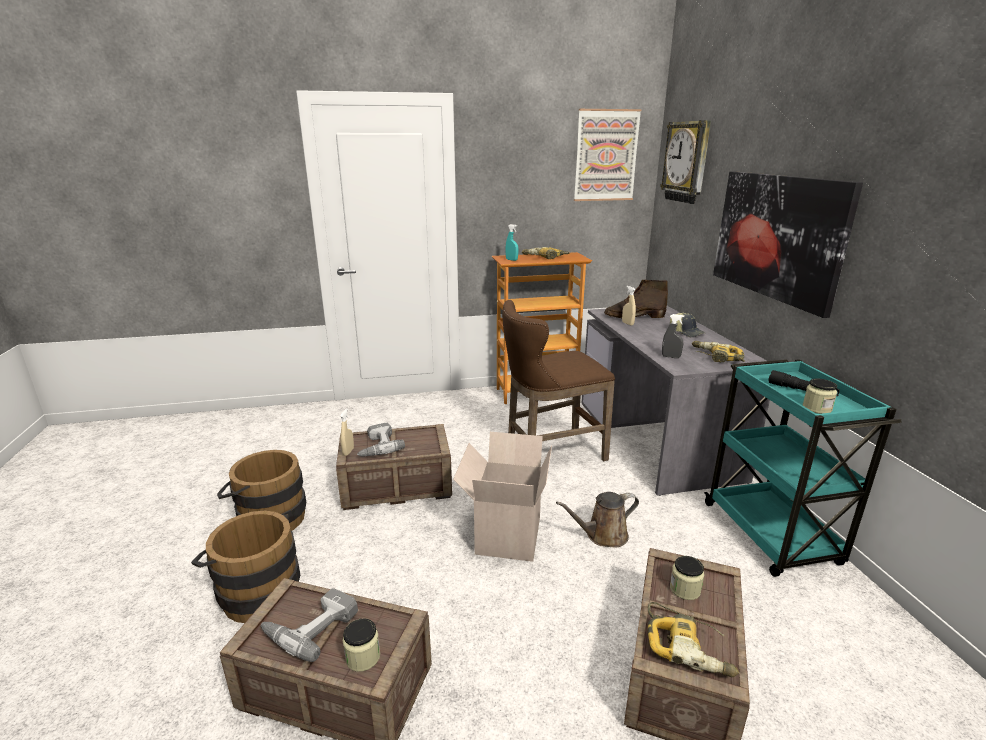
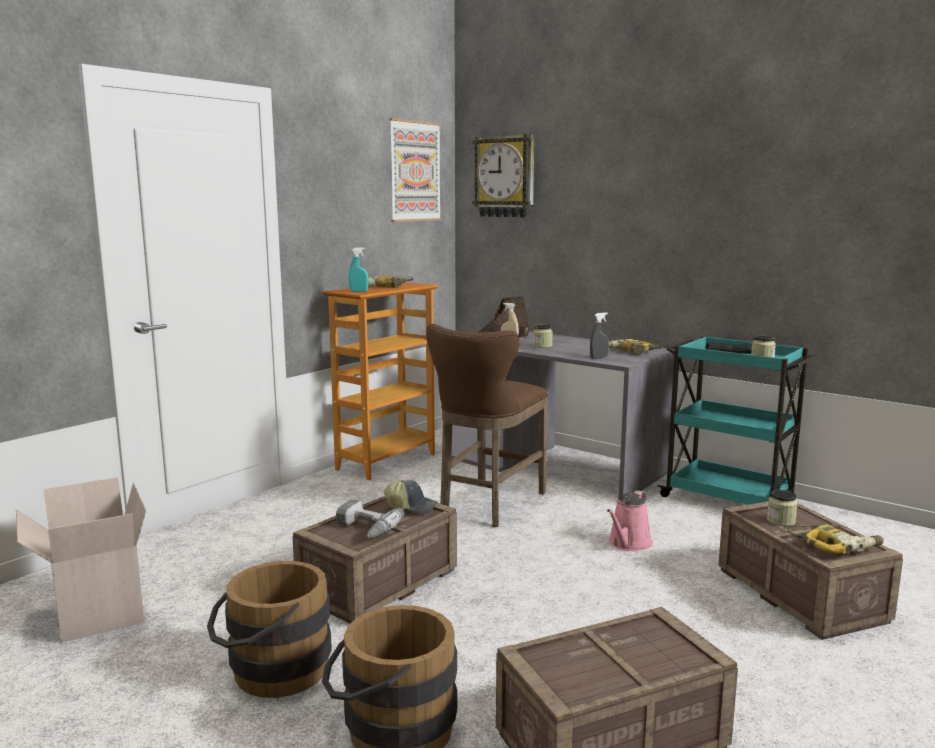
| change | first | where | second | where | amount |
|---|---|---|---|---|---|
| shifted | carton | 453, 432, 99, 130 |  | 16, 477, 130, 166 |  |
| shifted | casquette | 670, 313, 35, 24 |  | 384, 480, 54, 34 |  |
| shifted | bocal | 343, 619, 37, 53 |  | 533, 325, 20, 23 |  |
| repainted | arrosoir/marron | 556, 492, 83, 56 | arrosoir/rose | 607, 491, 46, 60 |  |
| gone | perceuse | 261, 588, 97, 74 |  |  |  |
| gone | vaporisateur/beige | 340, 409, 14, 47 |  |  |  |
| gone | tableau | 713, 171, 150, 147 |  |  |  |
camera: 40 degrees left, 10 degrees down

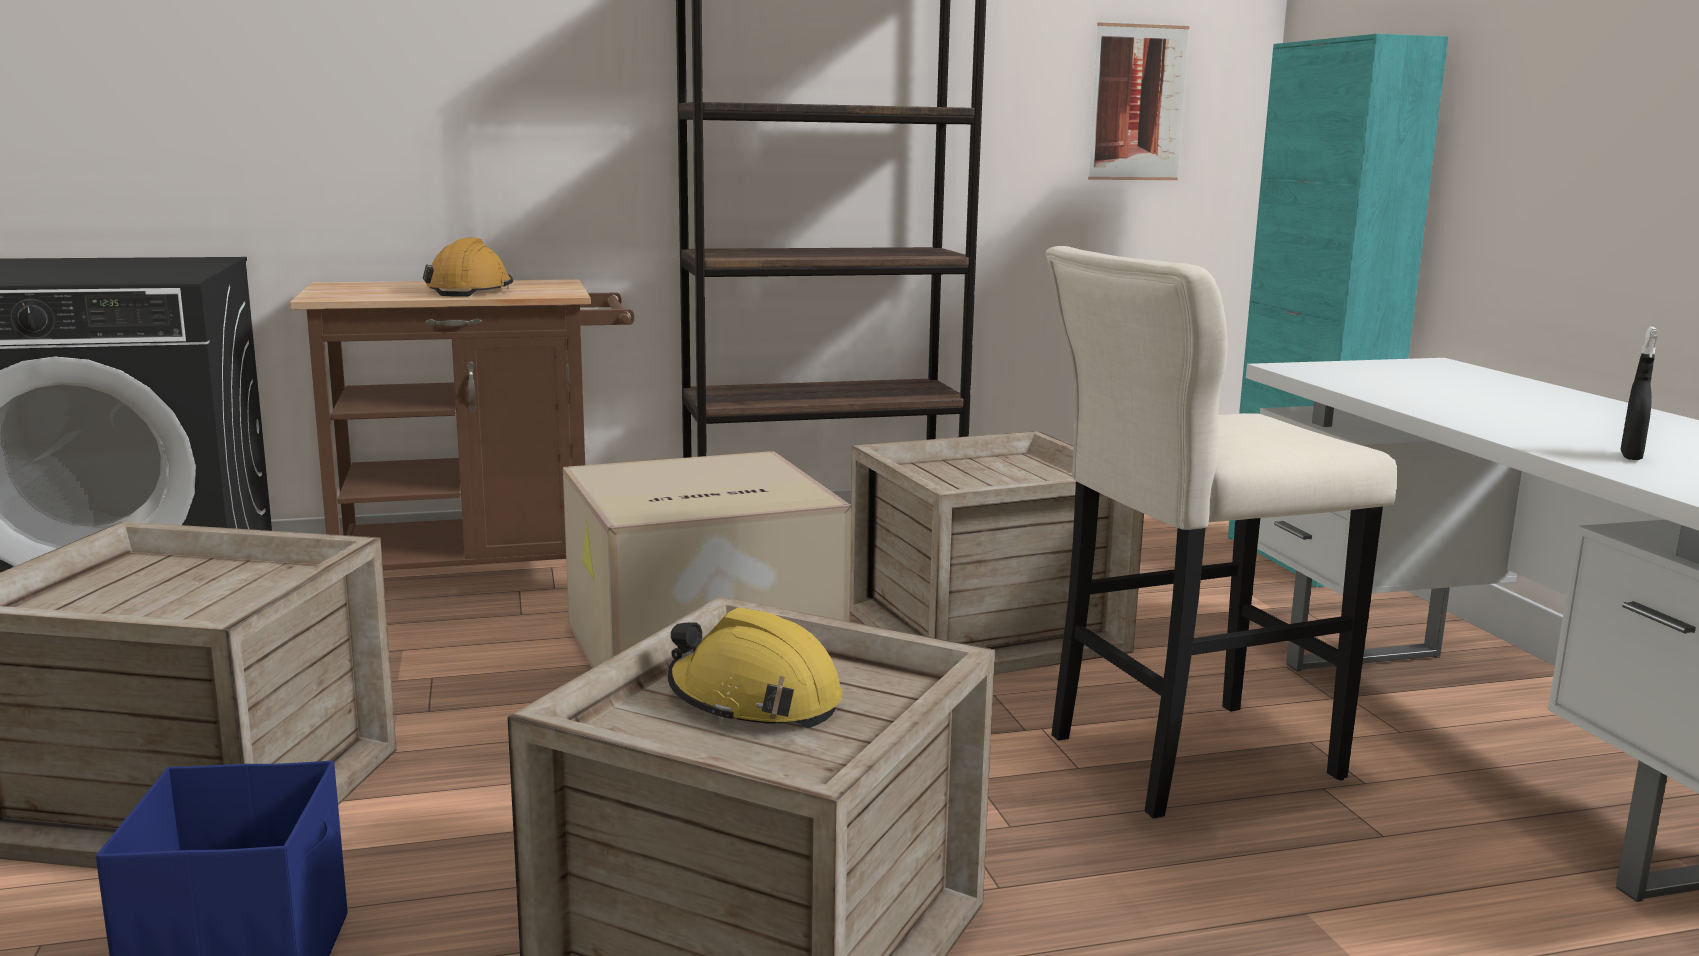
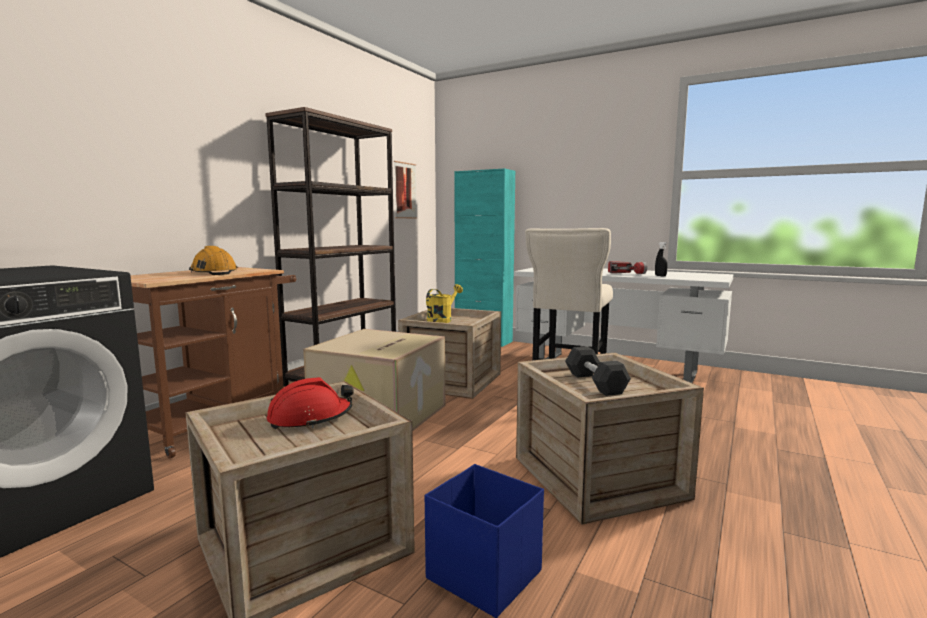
| change | first | where | second | where | amount |
|---|---|---|---|---|---|
| new |  |  | casque de chantier/rouge | 267, 377, 87, 52 |  |
| new |  |  | arrosoir/jaune | 426, 284, 37, 39 |  |
| swapped | casque de chantier/jaune | 668, 608, 175, 120 | haltère/gris | 565, 346, 66, 50 |  |
| new |  |  | lampe de poche | 608, 261, 39, 13 |  |
camera: 45 degrees left, 5 degrees down

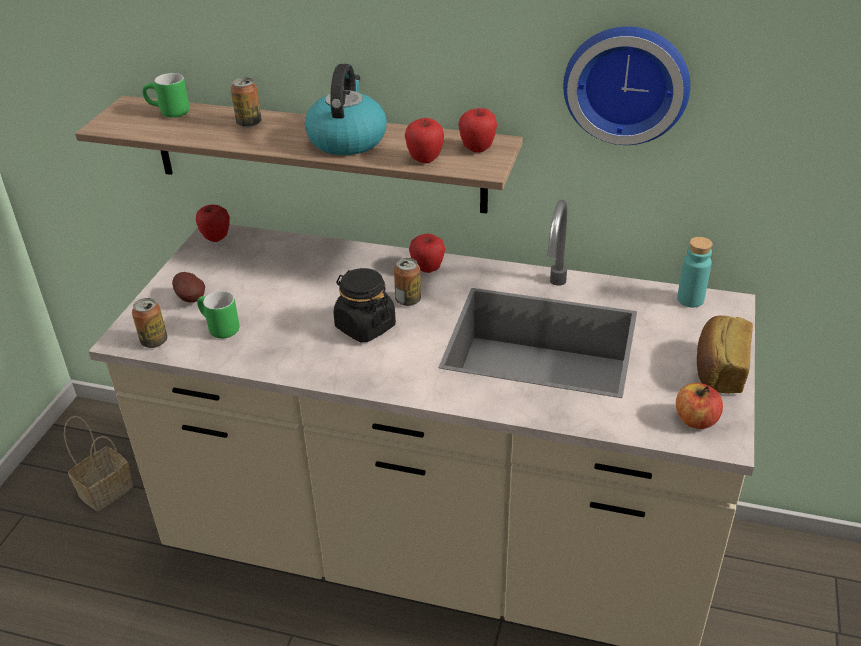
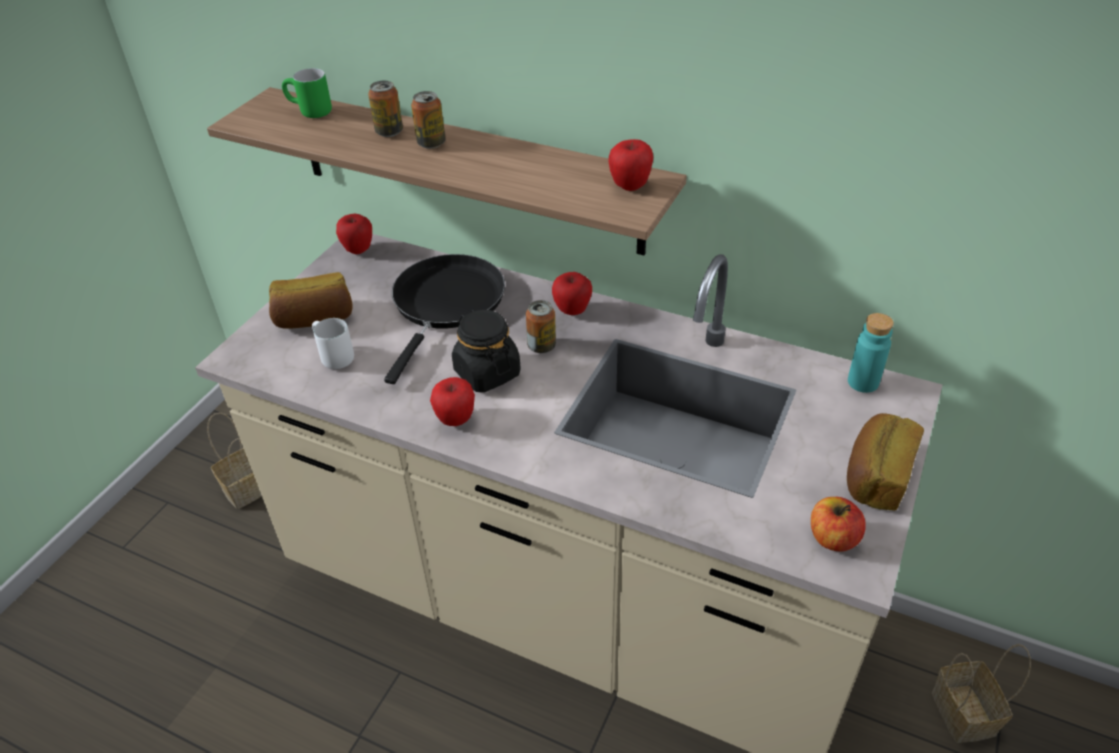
| change | first | where | second | where | amount |
|---|---|---|---|---|---|
| swapped | pomme de terre | 172, 272, 33, 30 | pain | 269, 272, 84, 57 |  |
| repainted | mug/vert | 197, 291, 42, 48 | mug/blanc | 312, 318, 42, 51 |  |
| new |  |  | poêle/noir | 384, 254, 121, 130 |  |
| shifted | boîte métallique | 132, 298, 35, 50 |  | 411, 91, 34, 58 |  |
| shifted | pomme | 405, 118, 39, 45 |  | 430, 377, 45, 49 |  |
| new |  |  | panier | 932, 644, 99, 99 |  |
| gone | bouilloire | 305, 64, 82, 91 |  |  |  |
| gone | horloge murale | 563, 26, 127, 119 |  |  |  |
camera: 10 degrees right, 5 degrees up

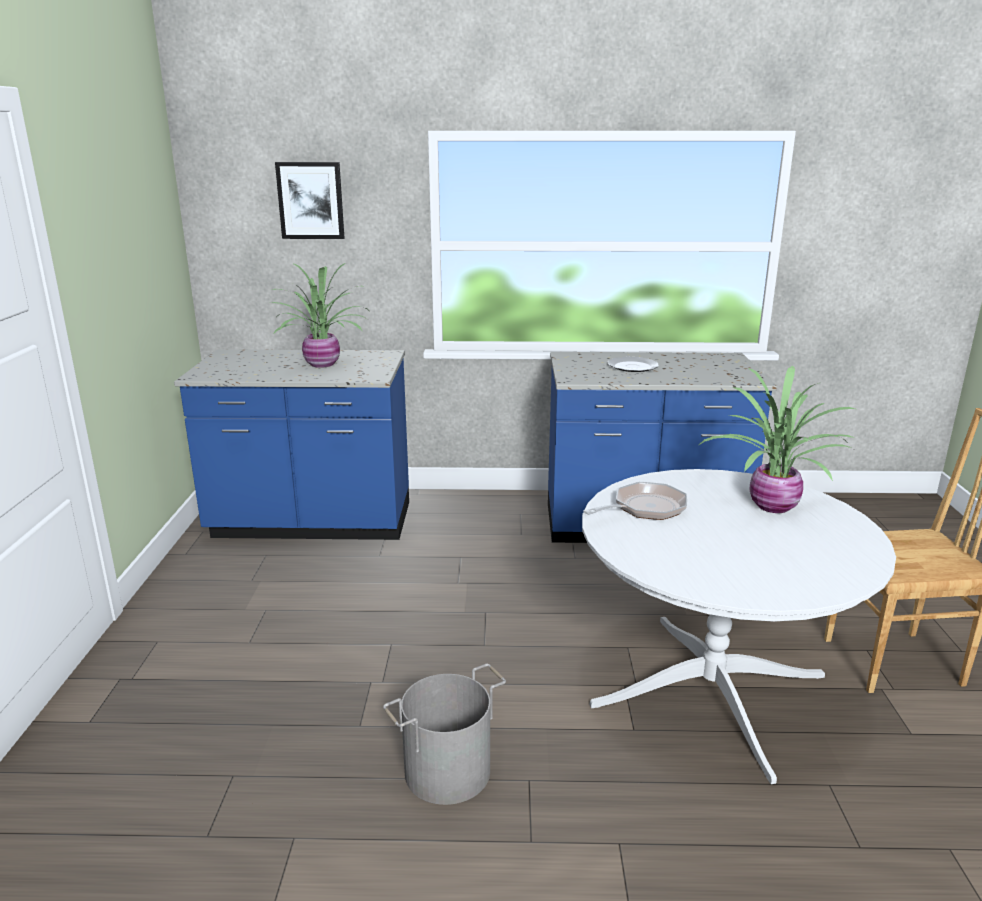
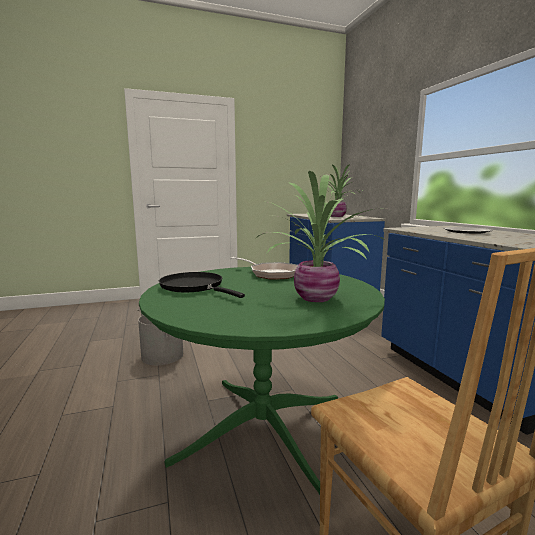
| change | first | where | second | where | amount |
|---|---|---|---|---|---|
| repainted | table à manger/blanc | 582, 469, 314, 315 | table à manger/vert | 139, 267, 246, 228 |  |
| new |  |  | poêle/noir | 159, 272, 86, 26 |  |
| gone | tableau | 275, 162, 69, 77 |  |  |  |
camera: 70 degrees right, 10 degrees down

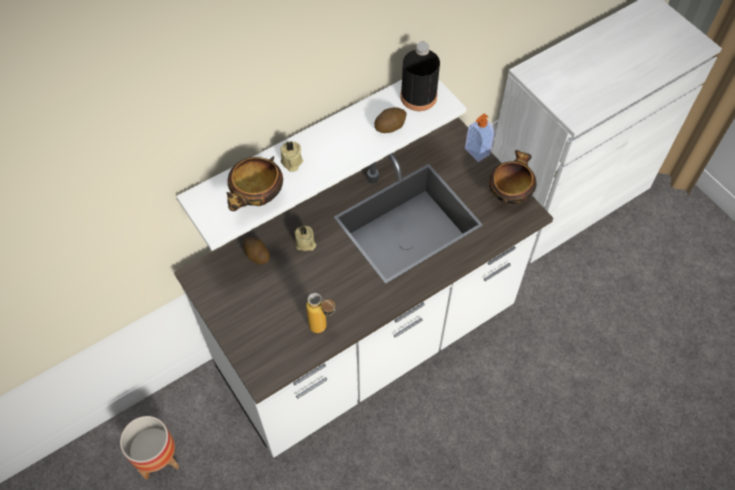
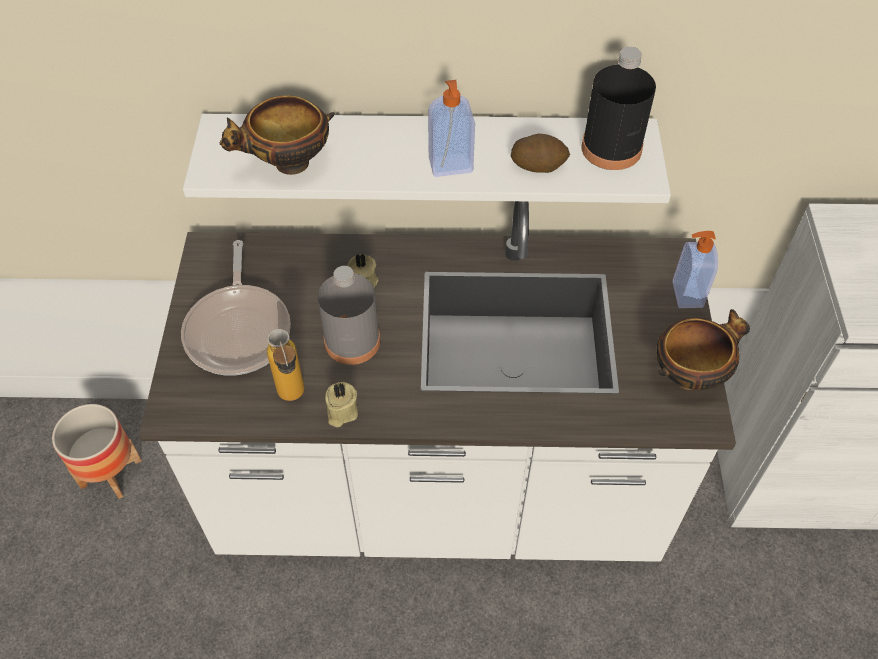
| change | first | where | second | where | amount |
|---|---|---|---|---|---|
| new |  |  | poêle | 181, 240, 110, 136 |  |
| new |  |  | bouteille/gris | 318, 266, 62, 99 |  |
| shifted | bougie/beige | 280, 141, 23, 31 |  | 325, 382, 33, 45 |  |
| new |  |  | distributeur de savon | 428, 80, 47, 97 |  |
| gone | pomme de terre | 243, 237, 27, 27 |  |  |  |
camera: 35 degrees right, 5 degrees down

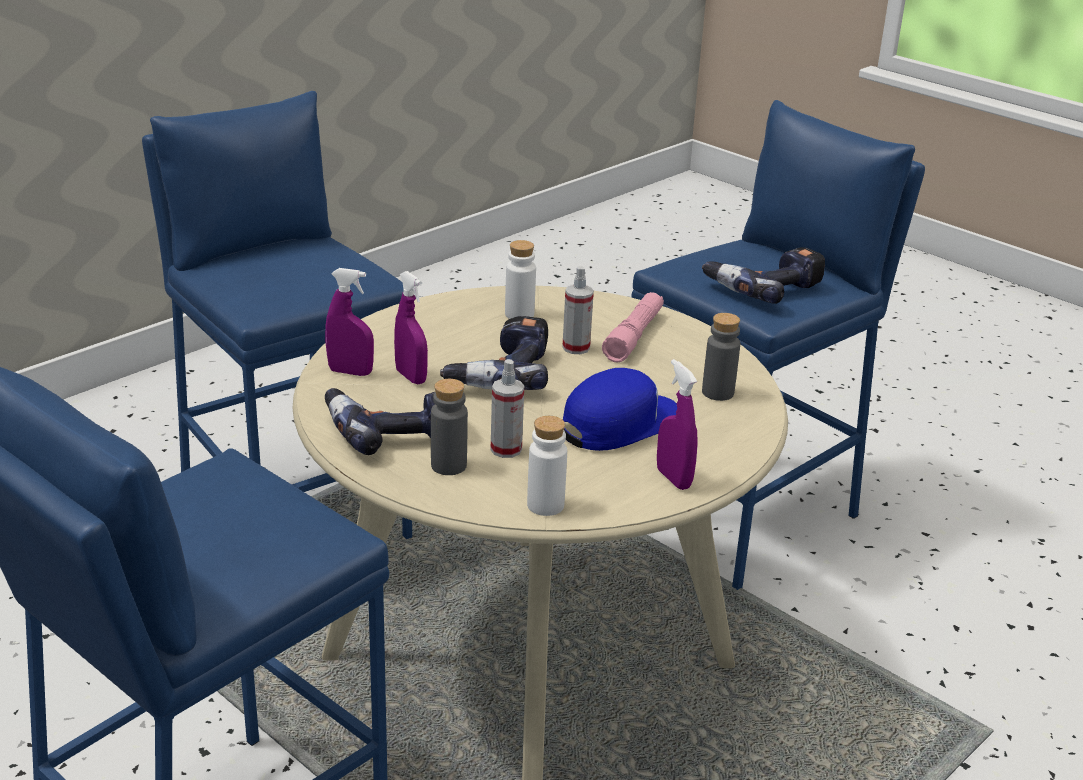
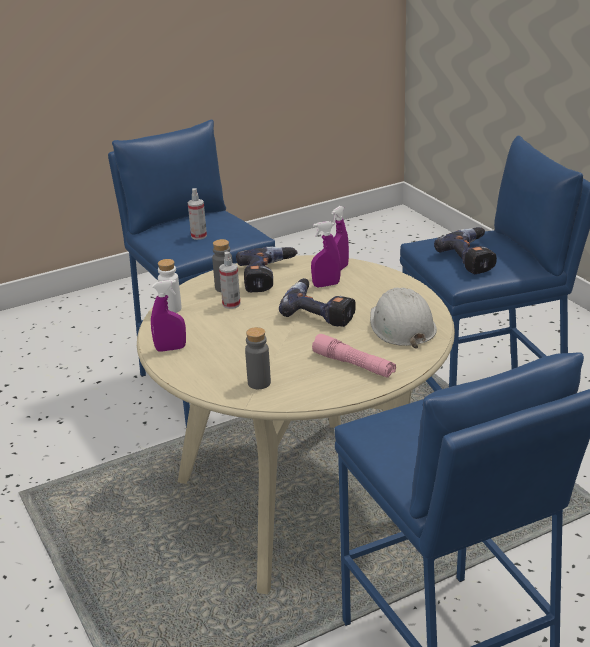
| change | first | where | second | where | amount |
|---|---|---|---|---|---|
| shifted | vaporisateur | 562, 266, 32, 88 |  | 188, 188, 19, 52 |  |
| swapped | bouteille/blanc | 505, 240, 31, 79 | casque de chantier/blanc | 370, 288, 67, 61 |  |
| shifted | perceuse | 702, 247, 123, 57 |  | 434, 227, 63, 47 |  |
| gone | casquette/bleu | 563, 368, 114, 83 |  |  |  |
camera: 110 degrees right, 0 degrees up

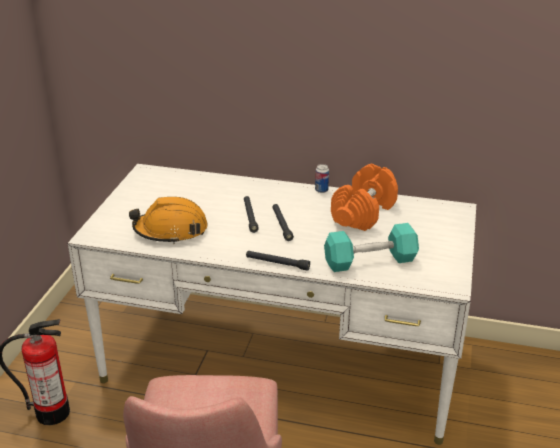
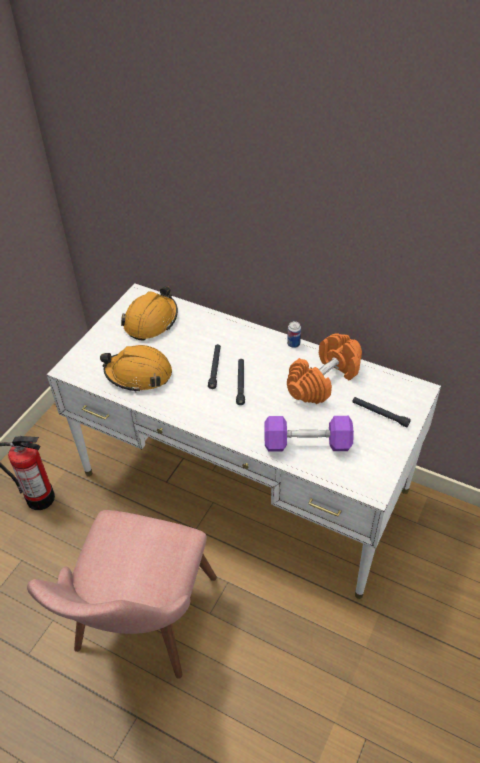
| change | first | where | second | where | amount |
|---|---|---|---|---|---|
| new |  |  | casque de chantier/orange | 121, 286, 57, 55 |  |
| repainted | haltère/turquoise | 324, 223, 95, 49 | haltère/violet | 265, 416, 89, 35 |  |
| shifted | lampe de poche/noir | 246, 251, 64, 20 |  | 352, 397, 59, 30 |  |
camera: 15 degrees right, 15 degrees up

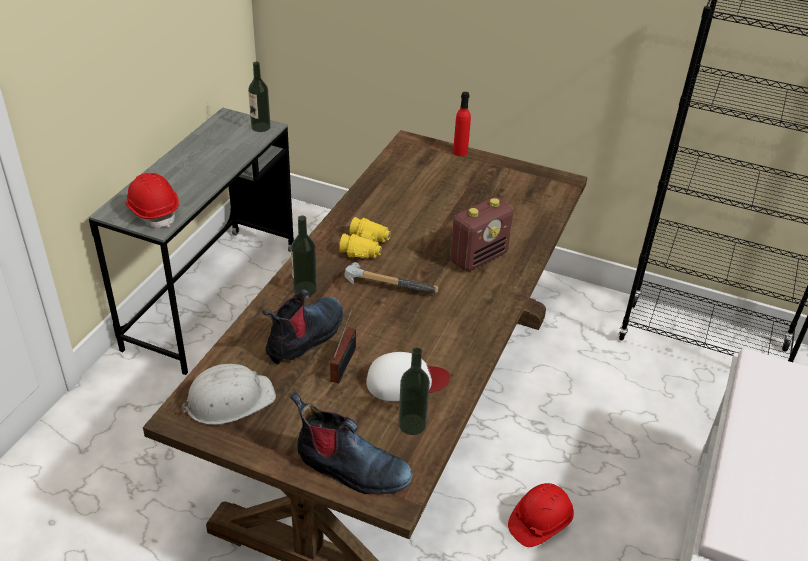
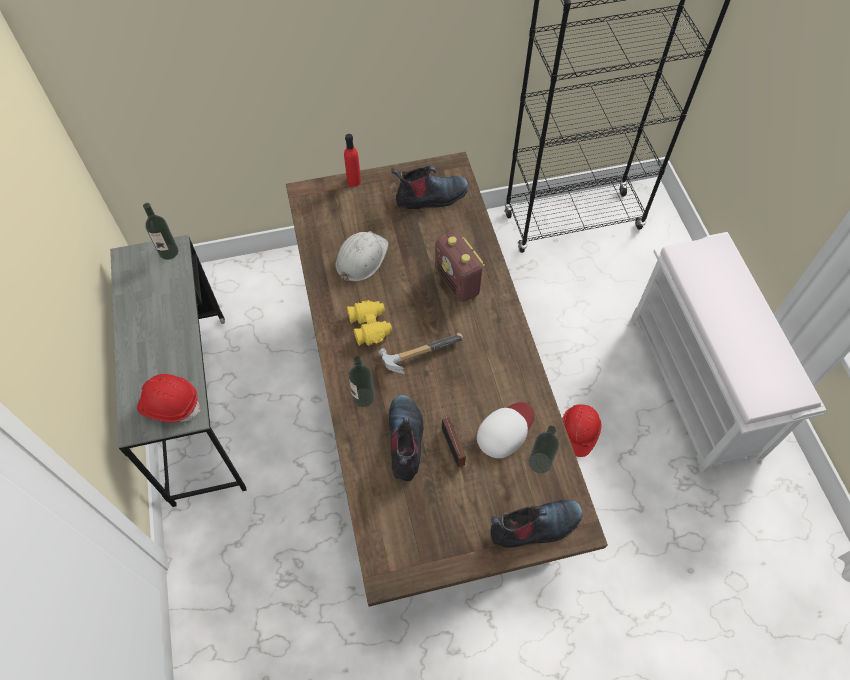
| change | first | where | second | where | amount |
|---|---|---|---|---|---|
| shifted | casque de chantier/blanc | 181, 364, 95, 61 |  | 335, 231, 54, 50 |  |
| new |  |  | botte | 391, 166, 78, 43 |  |
| rotated | radio | 450, 197, 63, 75 |  | 435, 232, 50, 70 | 135 degrees clockwise |
camera: 35 degrees left, 20 degrees up

